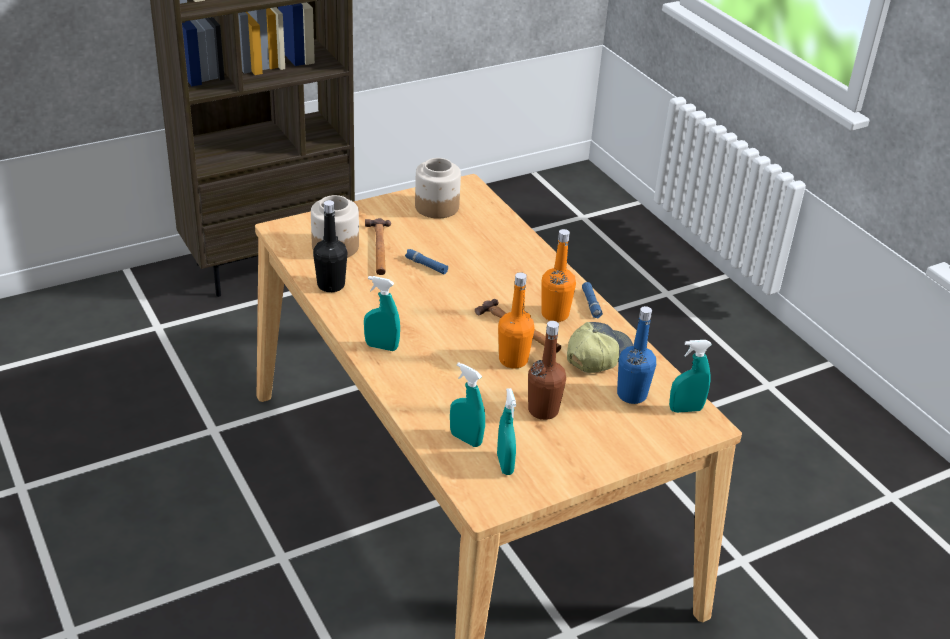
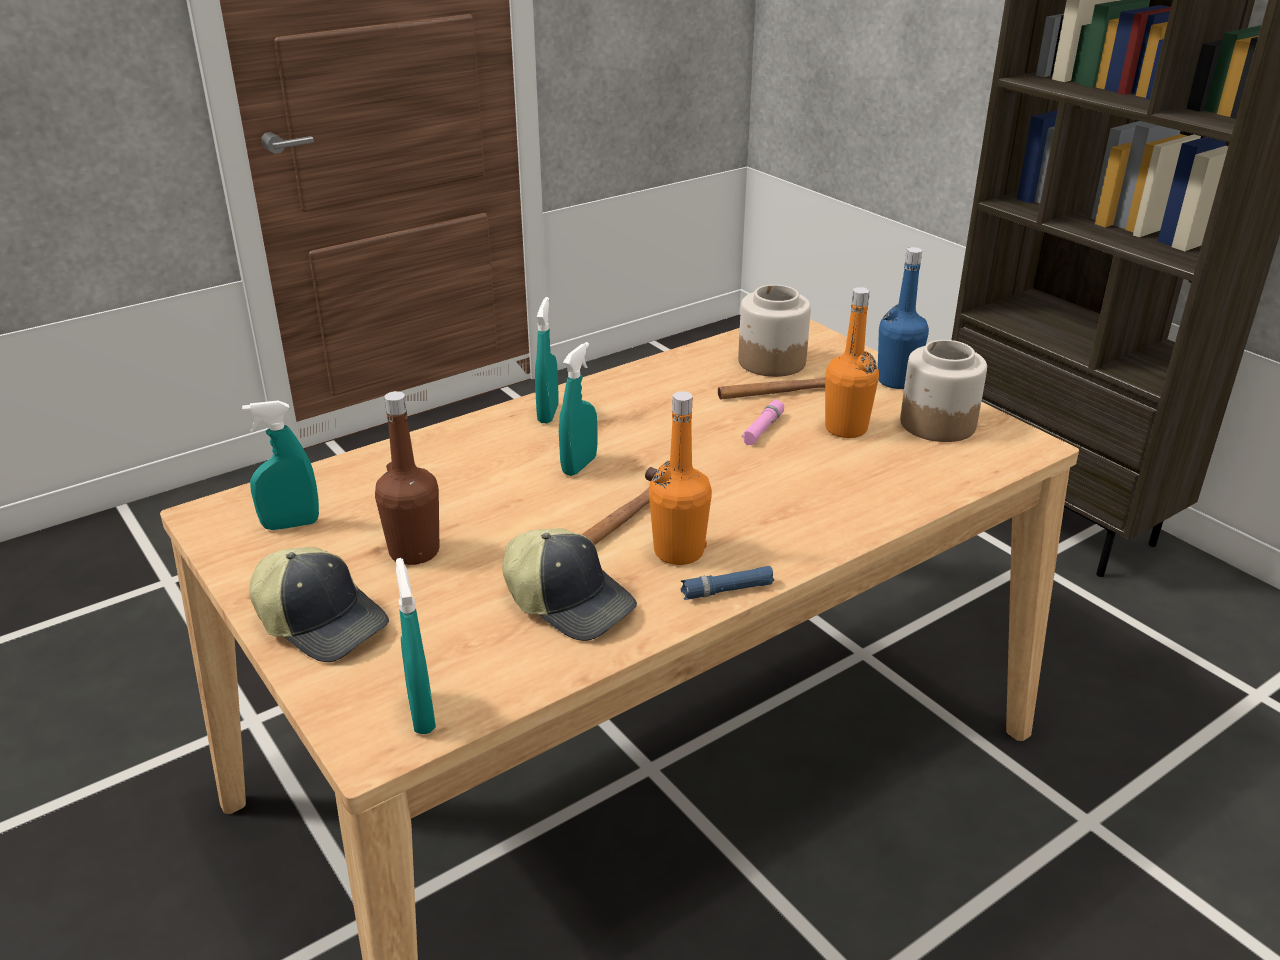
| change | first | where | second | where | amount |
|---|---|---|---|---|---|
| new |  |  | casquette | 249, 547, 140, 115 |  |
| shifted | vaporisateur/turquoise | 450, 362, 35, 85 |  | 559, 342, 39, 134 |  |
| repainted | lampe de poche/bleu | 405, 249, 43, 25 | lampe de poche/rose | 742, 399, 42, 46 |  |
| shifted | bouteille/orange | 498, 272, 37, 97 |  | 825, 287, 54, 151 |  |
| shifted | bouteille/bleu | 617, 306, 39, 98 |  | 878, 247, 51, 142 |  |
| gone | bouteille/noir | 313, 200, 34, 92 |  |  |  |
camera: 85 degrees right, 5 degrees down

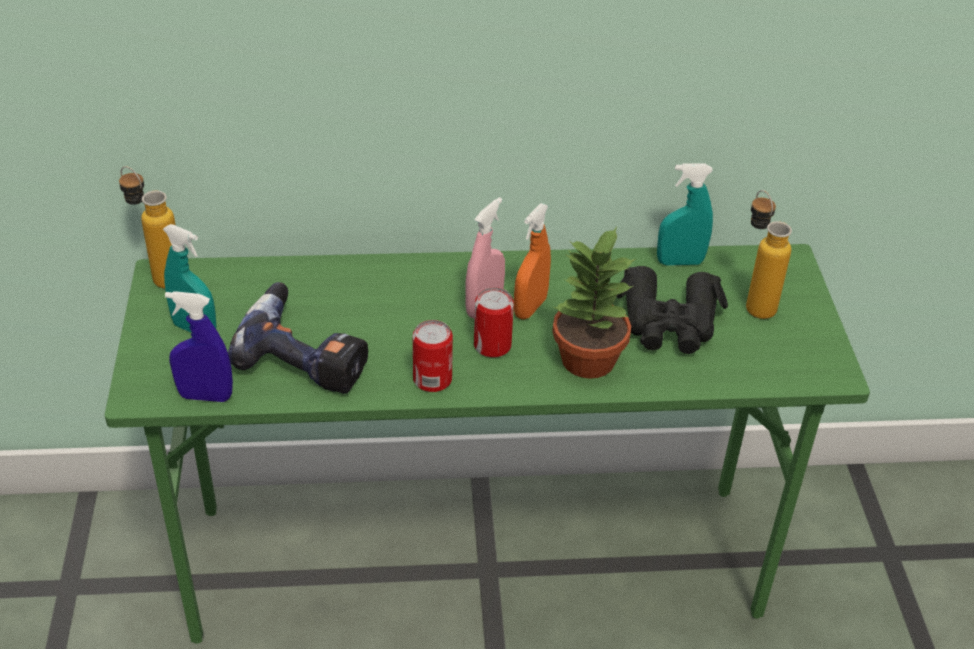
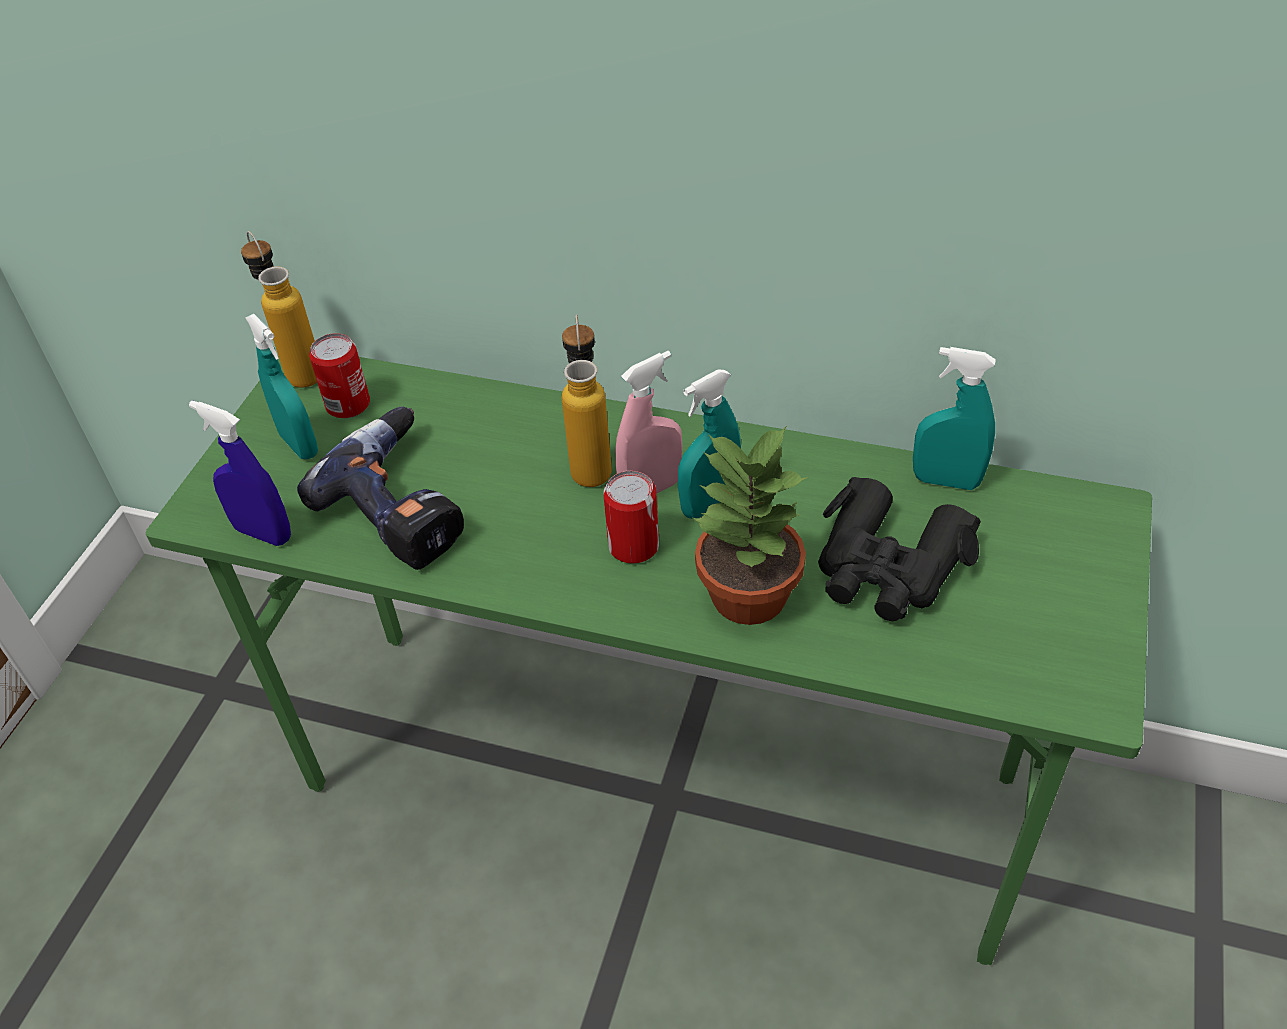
| change | first | where | second | where | amount |
|---|---|---|---|---|---|
| shifted | boîte métallique | 413, 320, 40, 72 |  | 309, 333, 61, 85 |  |
| shifted | bouteille | 746, 190, 46, 129 |  | 562, 314, 50, 173 |  |
| repainted | vaporisateur/orange | 514, 203, 37, 117 | vaporisateur/turquoise | 678, 369, 63, 150 |  |
camera: 25 degrees right, 5 degrees up

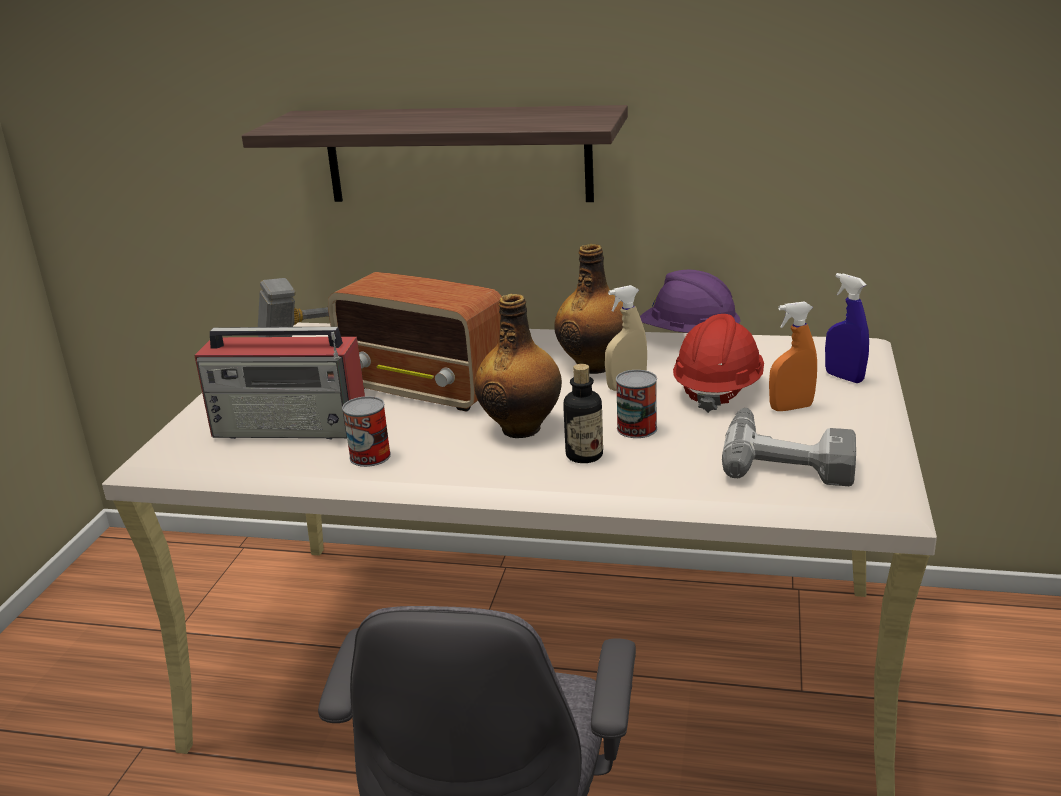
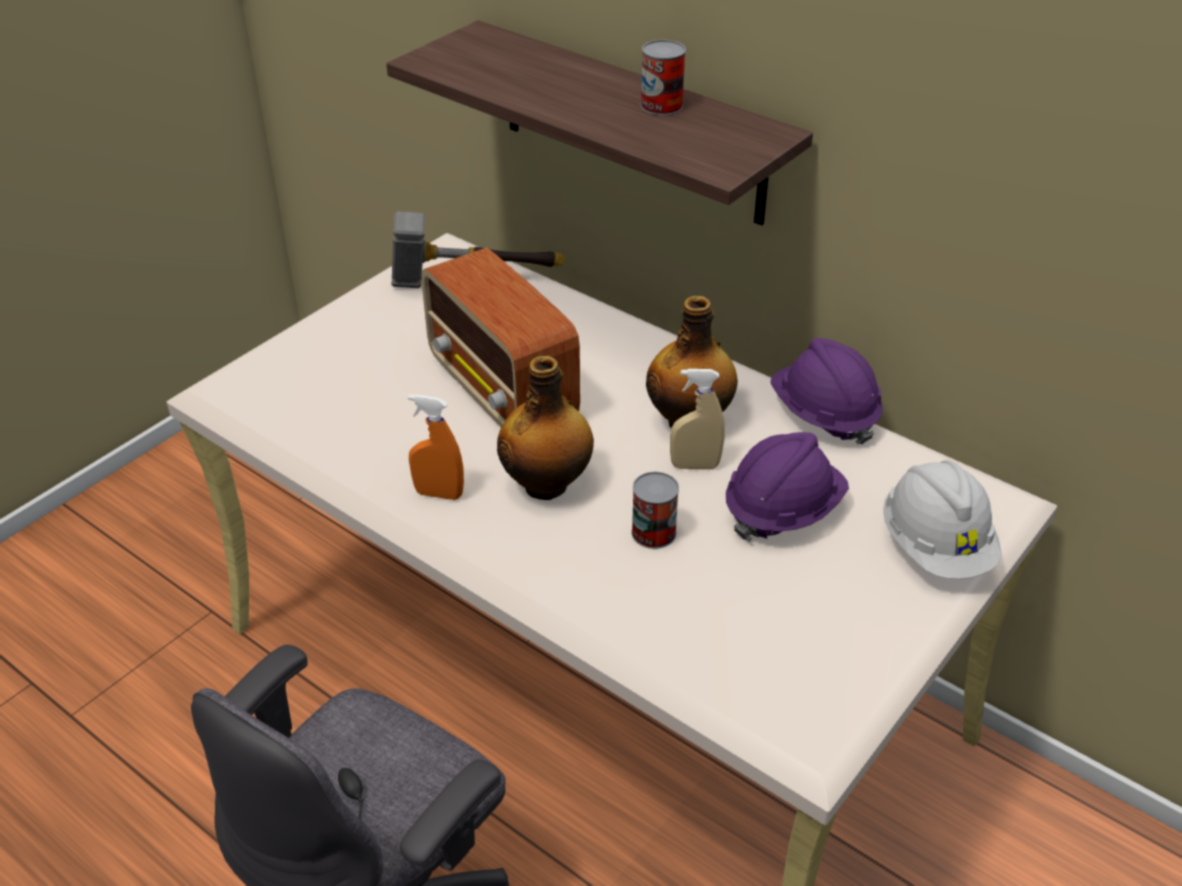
| change | first | where | second | where | amount |
|---|---|---|---|---|---|
| shifted | vaporisateur/orange | 769, 302, 48, 109 |  | 408, 394, 56, 106 |  |
| shifted | boîte métallique | 342, 396, 49, 71 |  | 640, 40, 46, 75 |  |
| repainted | casque de chantier/rouge | 673, 314, 91, 99 | casque de chantier/violet | 726, 432, 123, 110 |  |
| swapped | vaporisateur/bleu | 825, 273, 44, 110 | casque de chantier/blanc | 883, 460, 119, 119 |  |
| gone | radio | 194, 327, 171, 112 |  |  |  |
| gone | bouteille | 563, 364, 40, 99 |  |  |  |
| gone | perceuse | 722, 408, 134, 78 |  |  |  |
camera: 25 degrees right, 15 degrees up

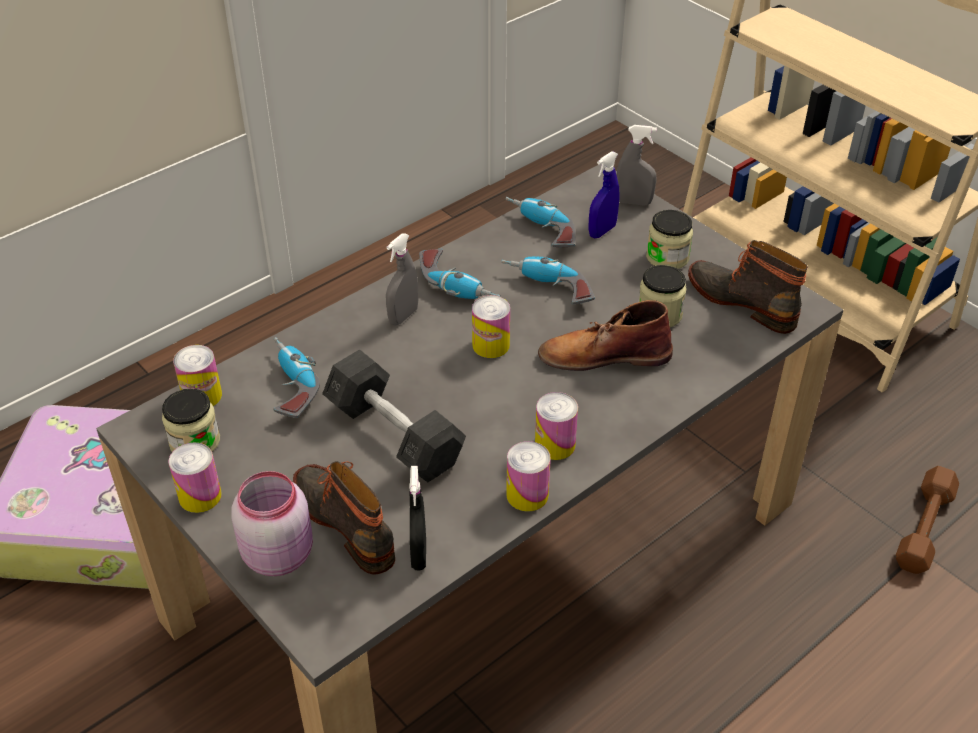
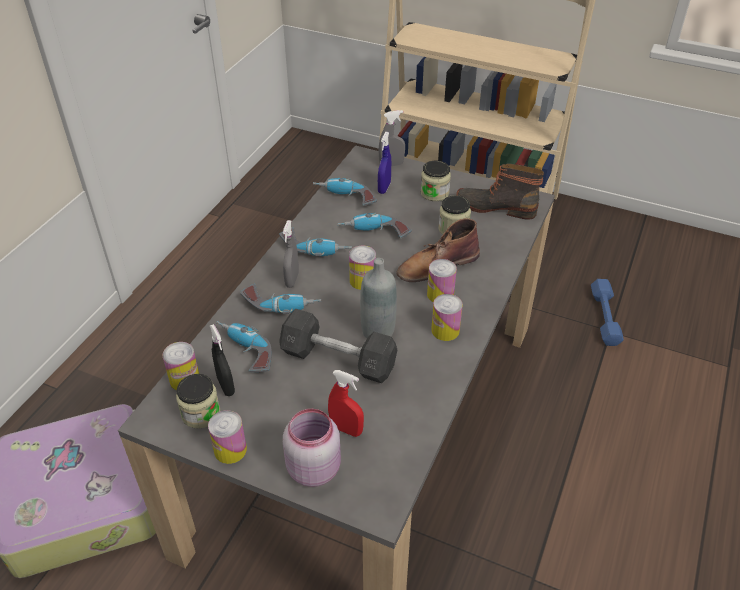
| change | first | where | second | where | amount |
|---|---|---|---|---|---|
| shifted | vaporisateur/noir | 409, 466, 17, 105 |  | 210, 324, 25, 72 |  |
| new |  |  | perceuse | 240, 284, 81, 30 |  |
| swapped | botte | 293, 461, 102, 113 | vaporisateur/rouge | 328, 370, 36, 67 |  |
| new |  |  | bouteille/gris | 360, 258, 37, 80 |  |
| shifted | boîte métallique | 506, 441, 45, 70 |  | 427, 259, 30, 43 |  |
| repainted | haltère/marron | 895, 466, 64, 108 | haltère/bleu | 591, 279, 33, 67 |  |
camera: 25 degrees left, 0 degrees up

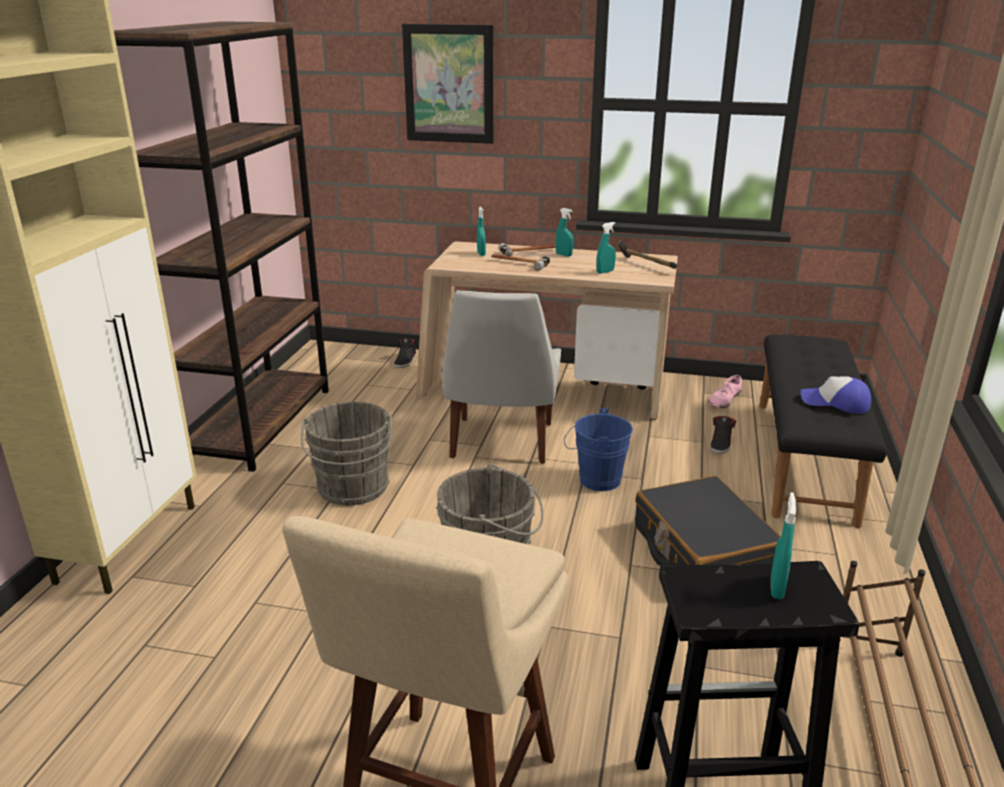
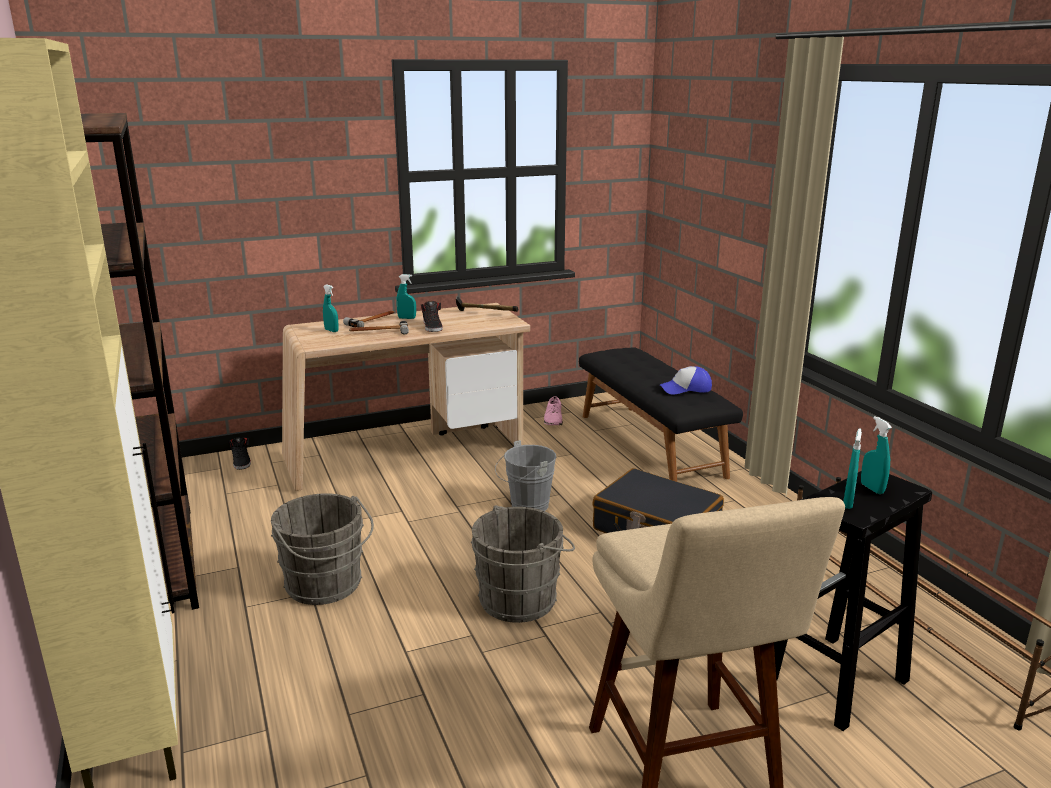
| change | first | where | second | where | amount |
|---|---|---|---|---|---|
| shifted | chaussure/noir | 710, 416, 26, 38 |  | 420, 301, 23, 31 |  |
| repainted | seau/bleu | 564, 408, 69, 83 | seau/gris | 495, 440, 61, 71 |  |
| shifted | vaporisateur/turquoise | 597, 222, 19, 52 |  | 843, 428, 19, 81 |  |
| gone | tableau | 402, 24, 92, 120 |  |  |  |
| gone | chaise/blanc | 443, 290, 118, 174 |  |  |  |
camera: 35 degrees left, 5 degrees down

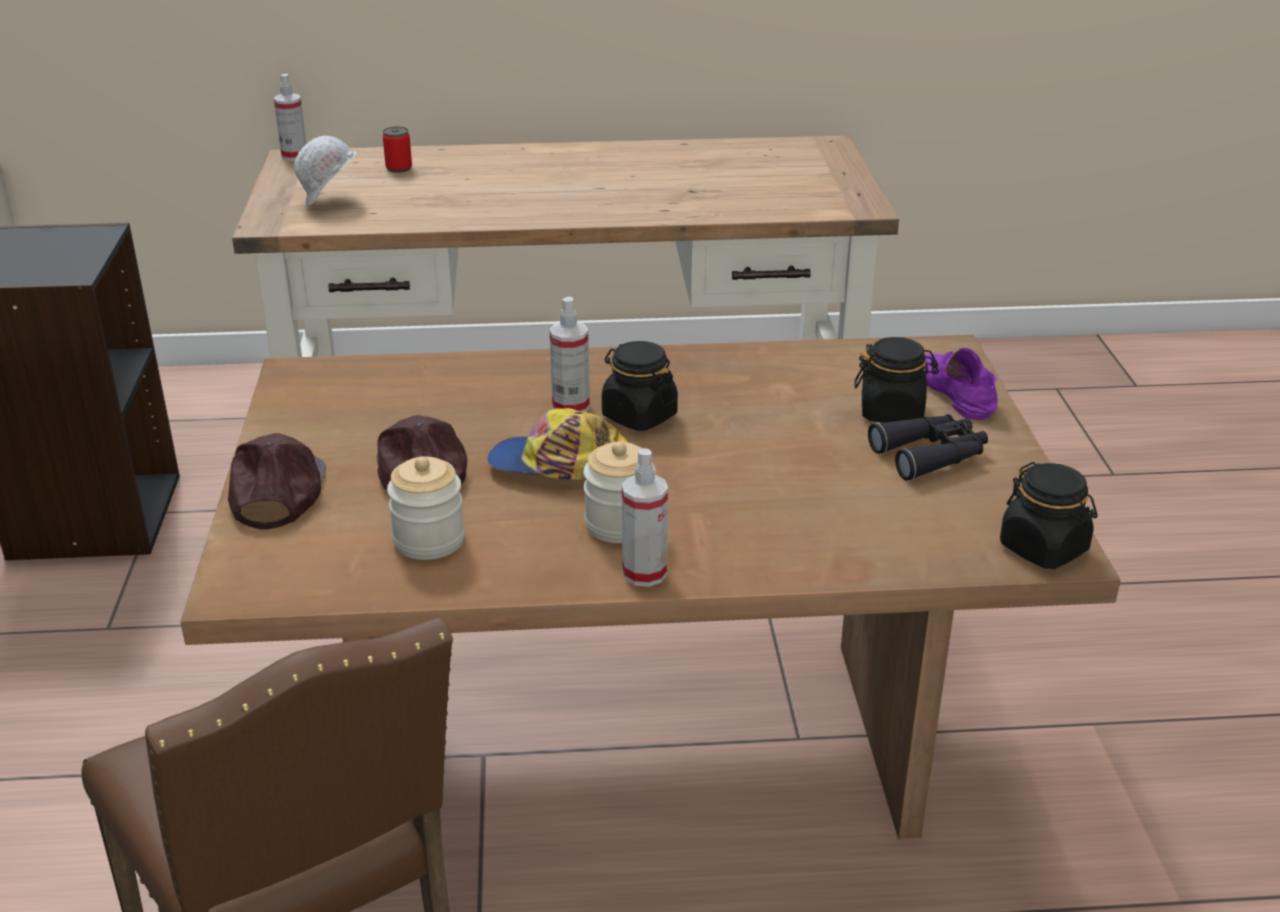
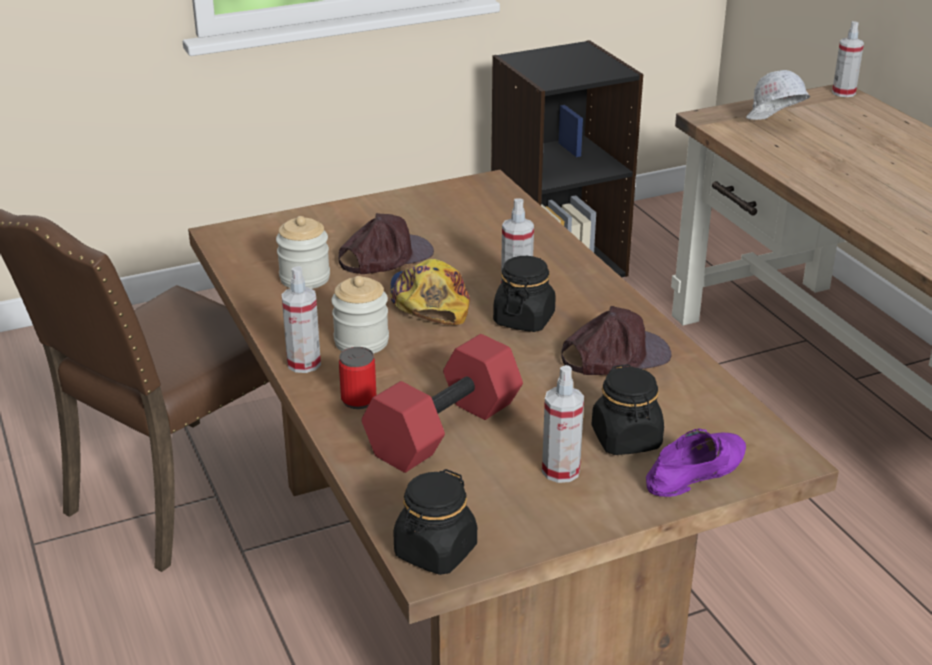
| change | first | where | second | where | amount |
|---|---|---|---|---|---|
| shifted | boîte métallique | 383, 127, 29, 46 |  | 339, 347, 37, 62 |  |
| new |  |  | haltère/rouge | 362, 334, 161, 139 |  |
| swapped | jumelles/noir | 868, 414, 120, 66 | vaporisateur | 542, 365, 42, 118 |  |
| shifted | casquette/marron | 228, 433, 98, 97 |  | 561, 306, 110, 69 |  |
camera: 70 degrees right, 0 degrees up

